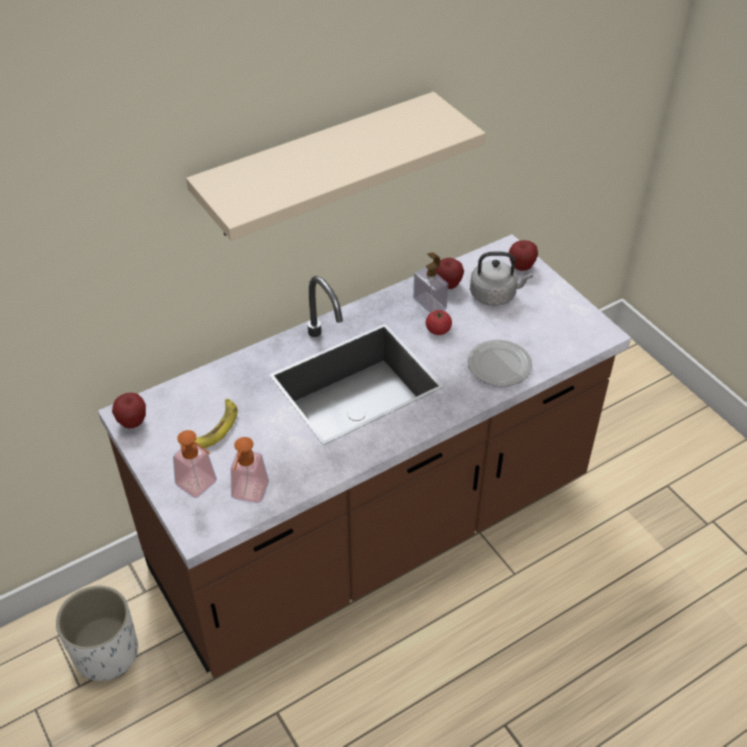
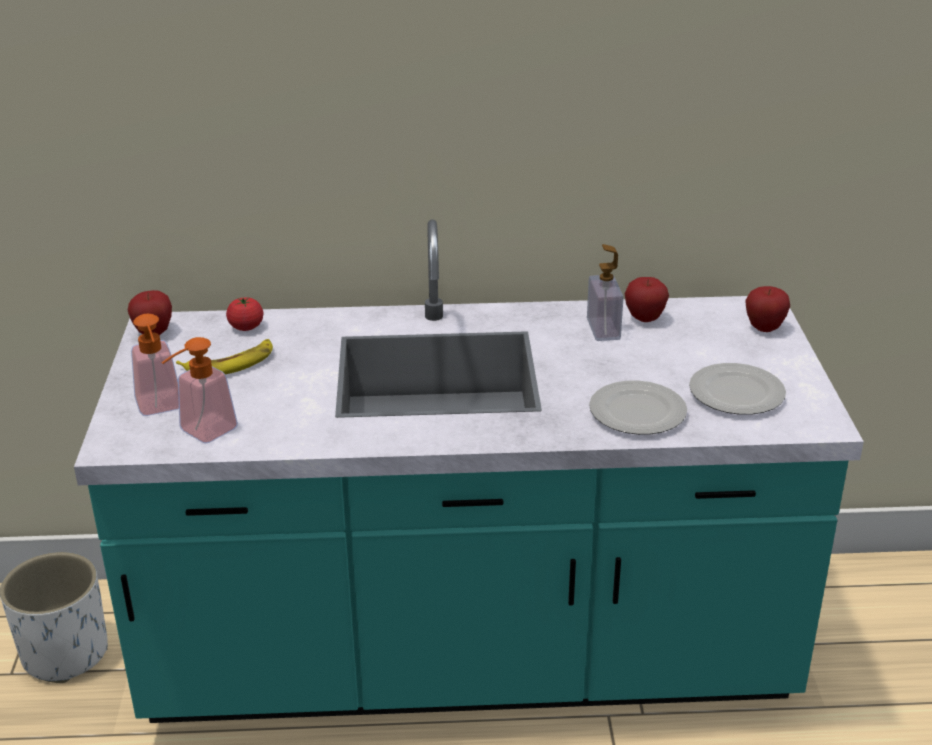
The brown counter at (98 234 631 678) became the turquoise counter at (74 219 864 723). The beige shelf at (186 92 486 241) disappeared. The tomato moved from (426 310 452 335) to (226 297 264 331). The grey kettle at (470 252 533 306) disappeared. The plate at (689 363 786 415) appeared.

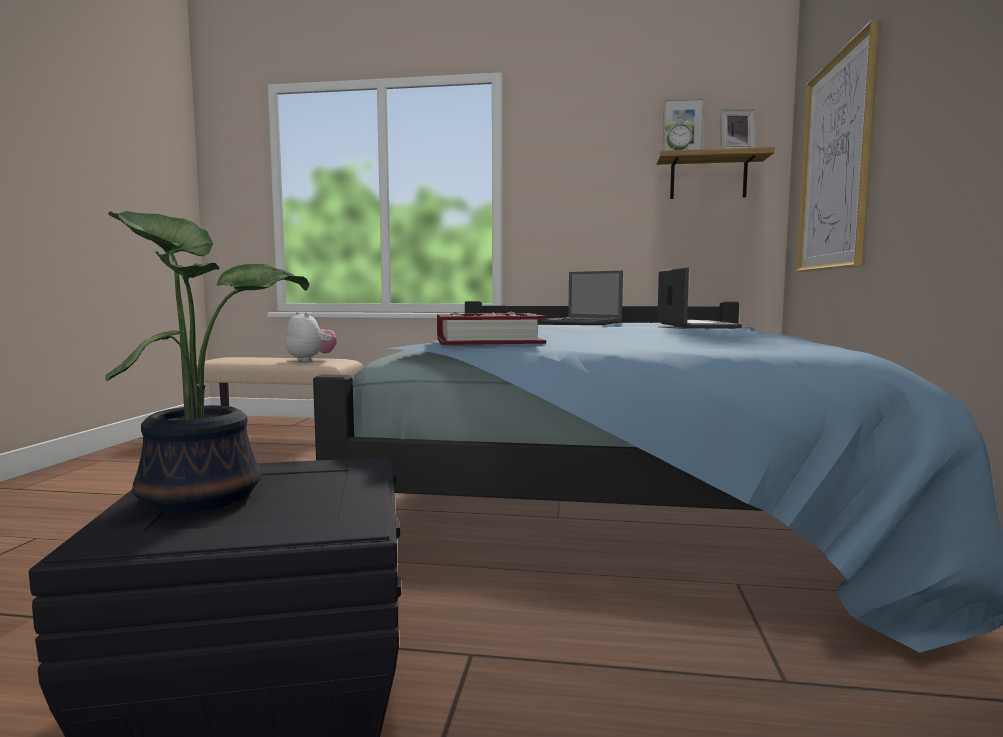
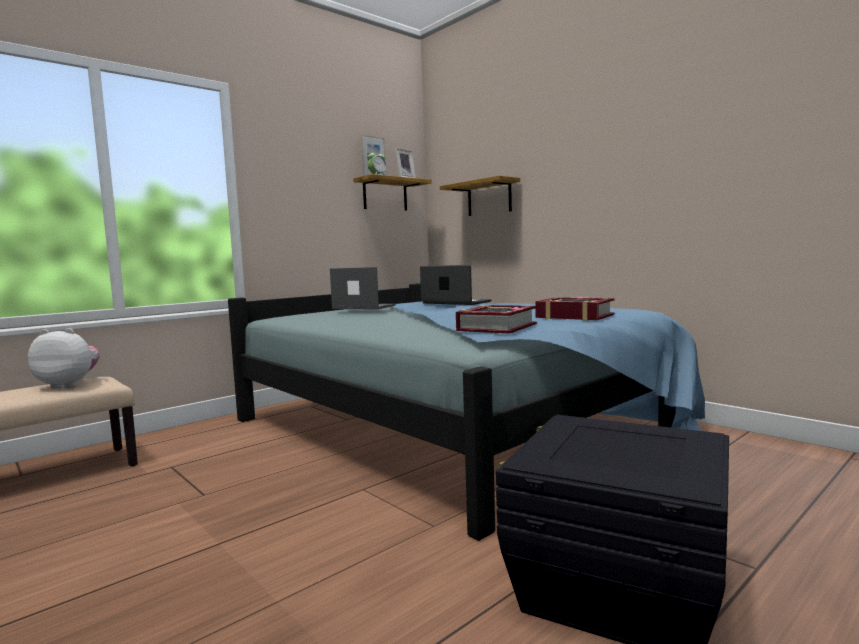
The potted plant at (105 211 310 513) disappeared. The laptop at (541 271 623 324) turned 150 degrees counterclockwise. The picture at (796 20 879 272) was replaced by the shelf at (440 176 520 216). The book at (535 296 614 321) appeared.

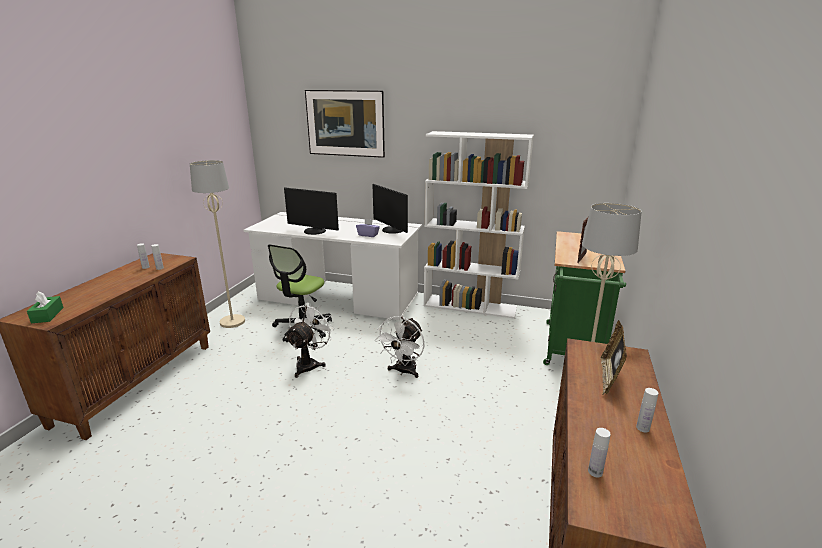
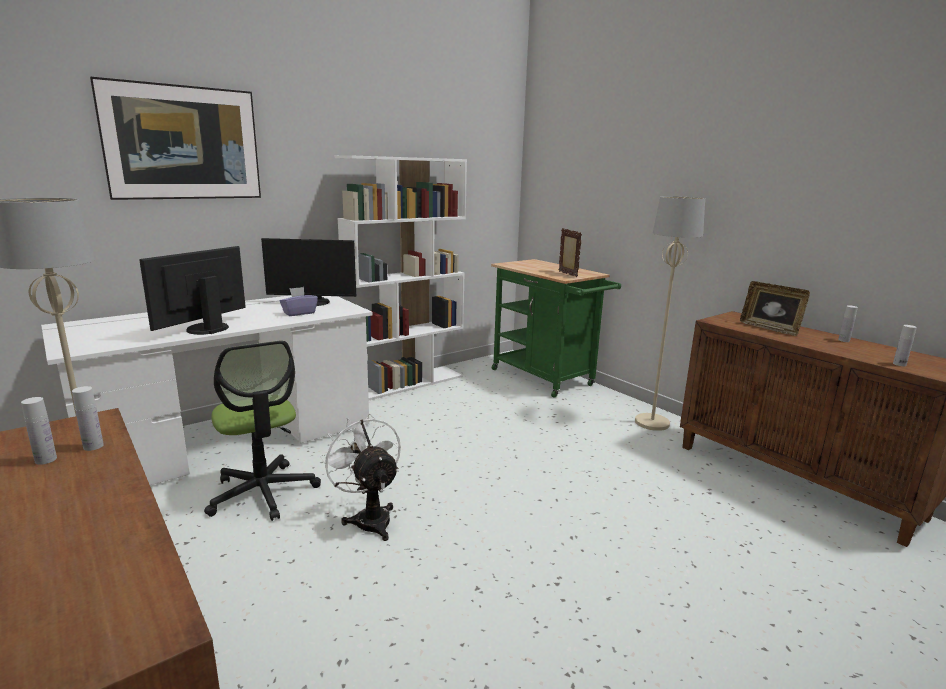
The green tissue box at (27 291 63 323) disappeared. The monitor at (284 187 339 235) turned 150 degrees clockwise. The white fan at (375 316 425 378) disappeared.

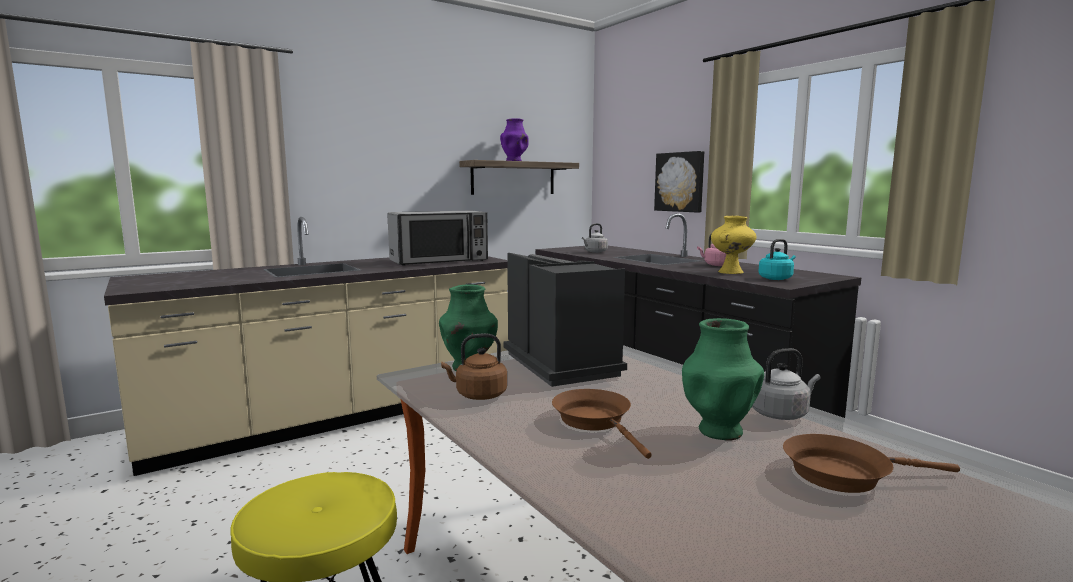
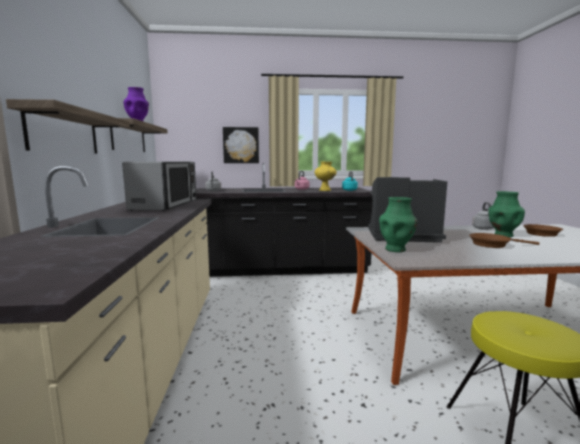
The brown kettle at (441 333 507 400) disappeared. The shelf at (6 99 130 154) appeared.

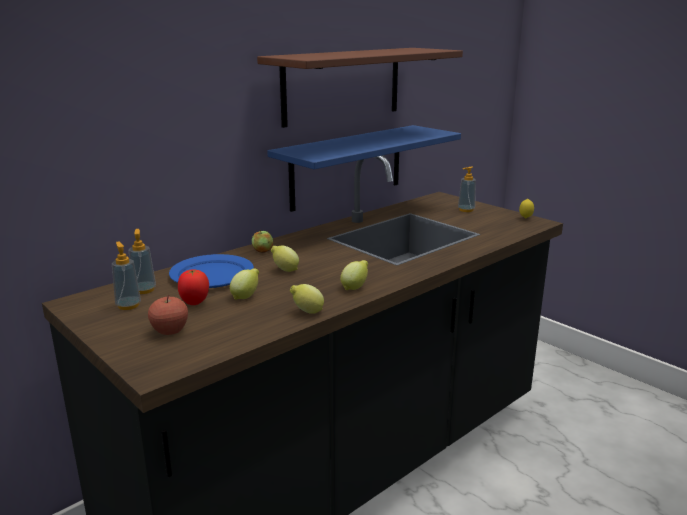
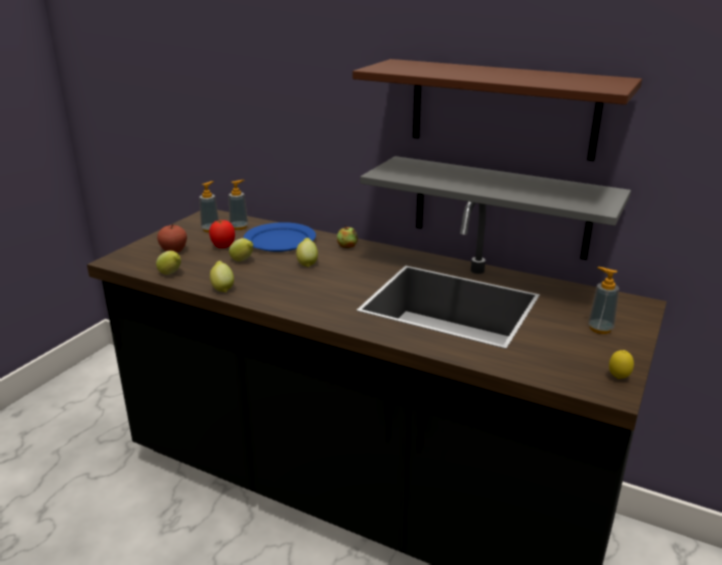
The blue shelf at (267 125 461 212) became the grey shelf at (360 156 631 260). The lemon moved from (340 260 368 290) to (156 251 181 275).

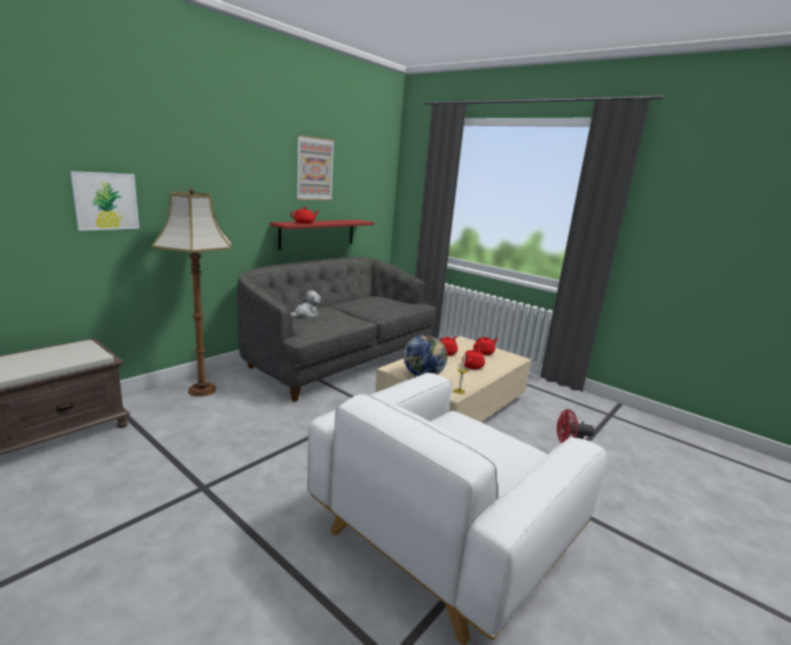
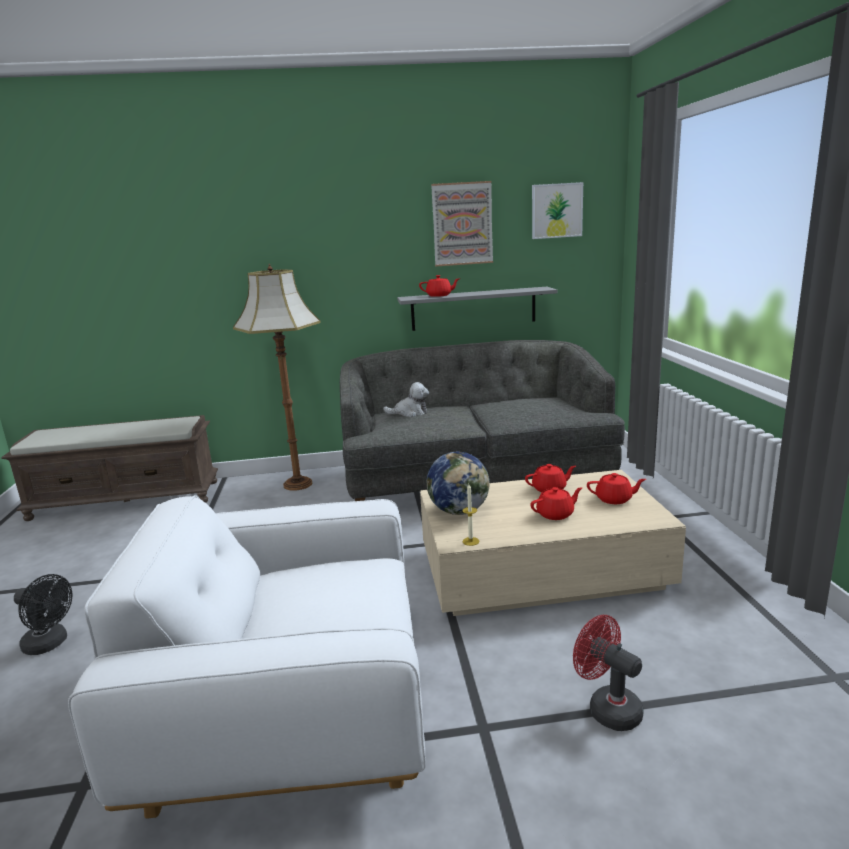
The picture moved from (70 171 139 231) to (532 182 583 239). The red shelf at (270 220 375 250) became the grey shelf at (397 287 557 331). The black fan at (14 574 72 655) appeared.

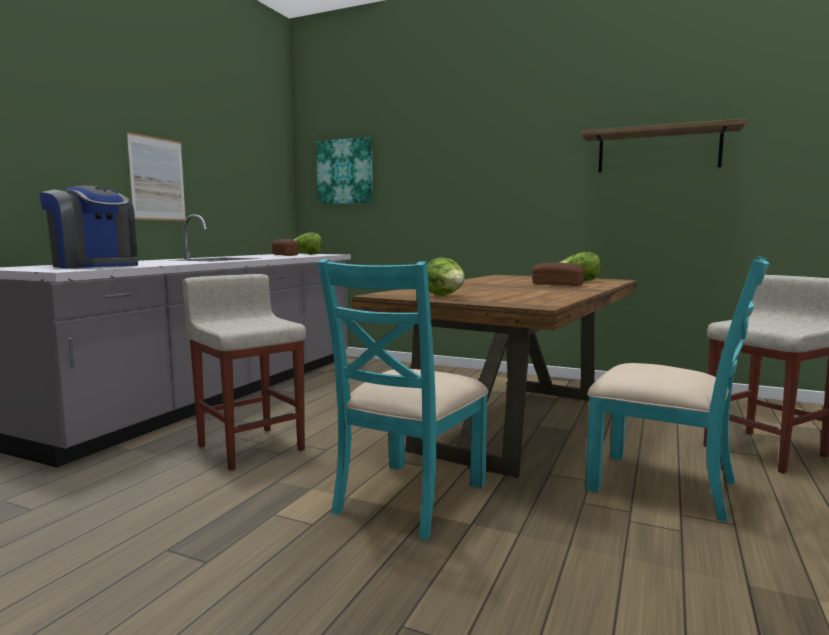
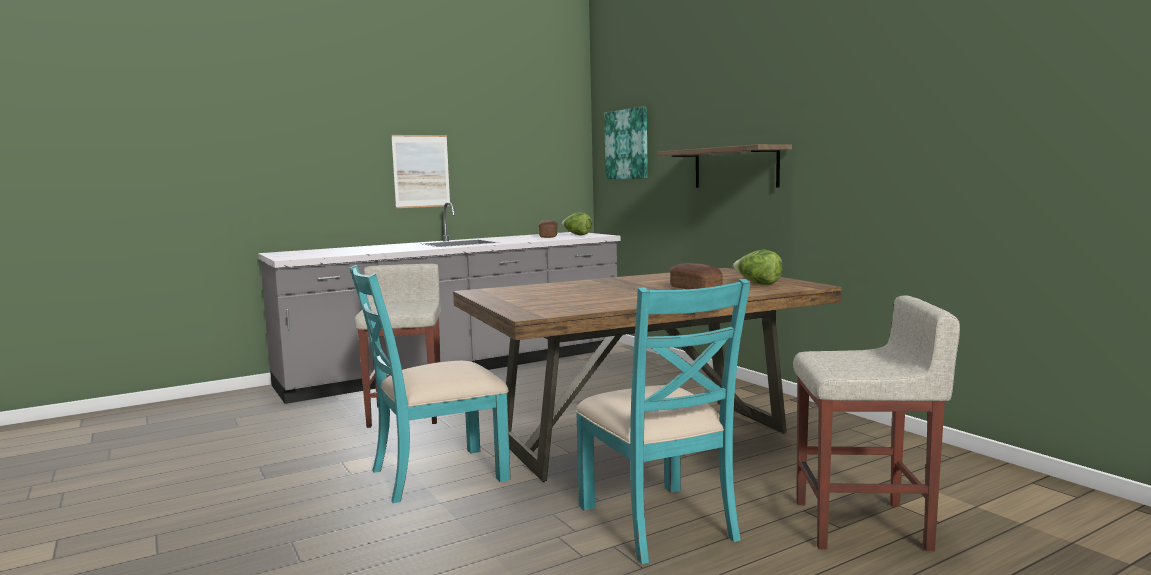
The coffee machine at (39 186 138 269) disappeared. The lettuce at (427 257 465 296) disappeared. The shelf moved from (581 118 746 173) to (657 144 792 188).

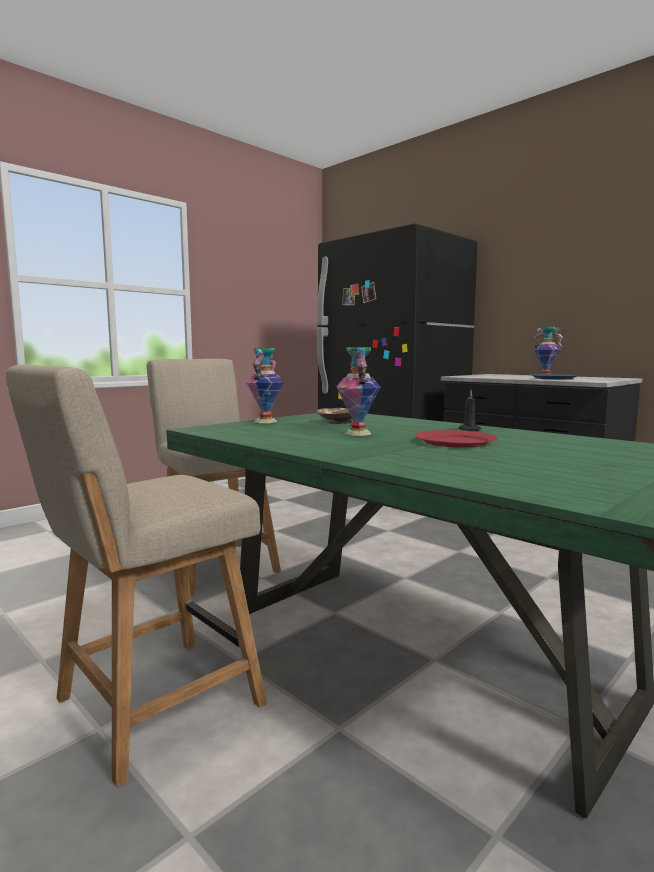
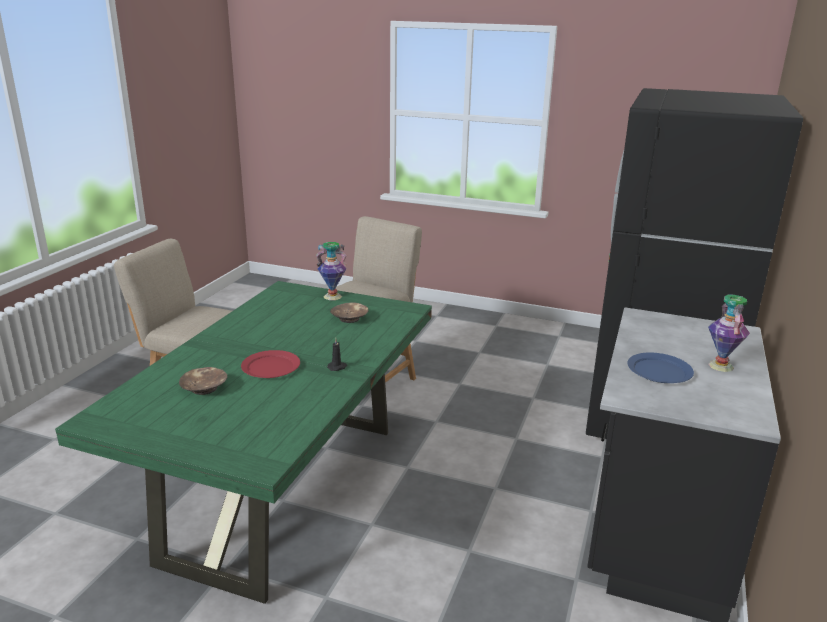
The vase at (336 347 381 436) disappeared. The brown bowl at (179 367 227 395) appeared.

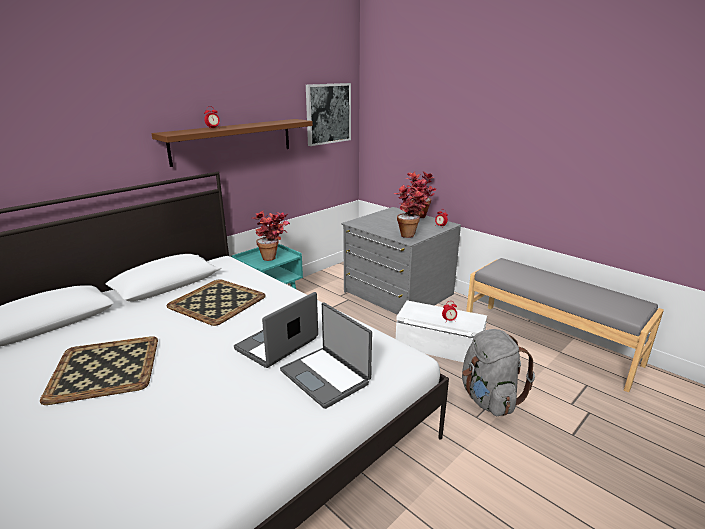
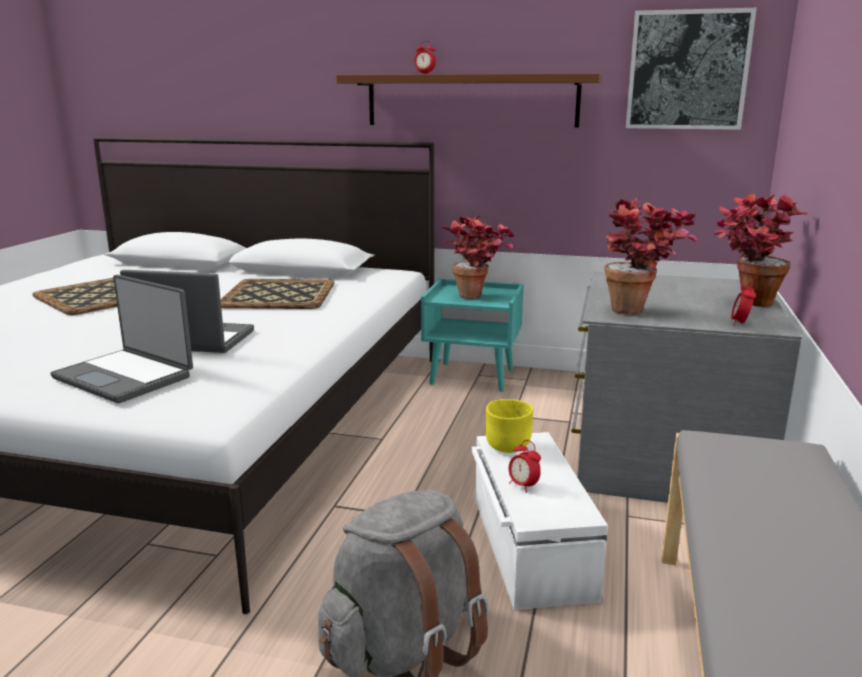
The laptop at (280 302 372 409) turned 75 degrees counterclockwise. The yellow bowl at (486 399 533 453) appeared.

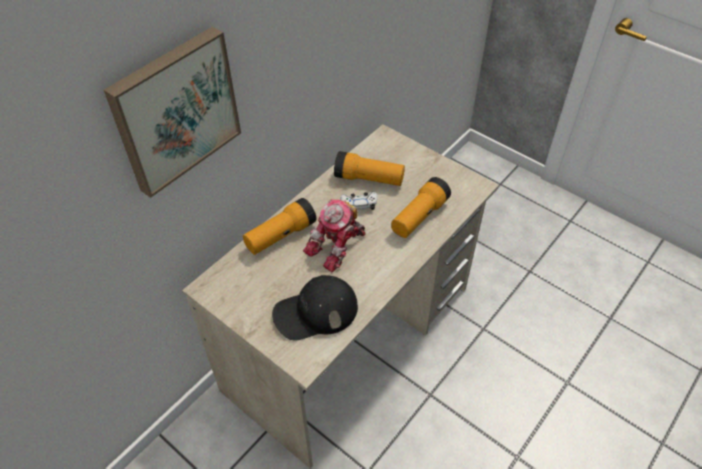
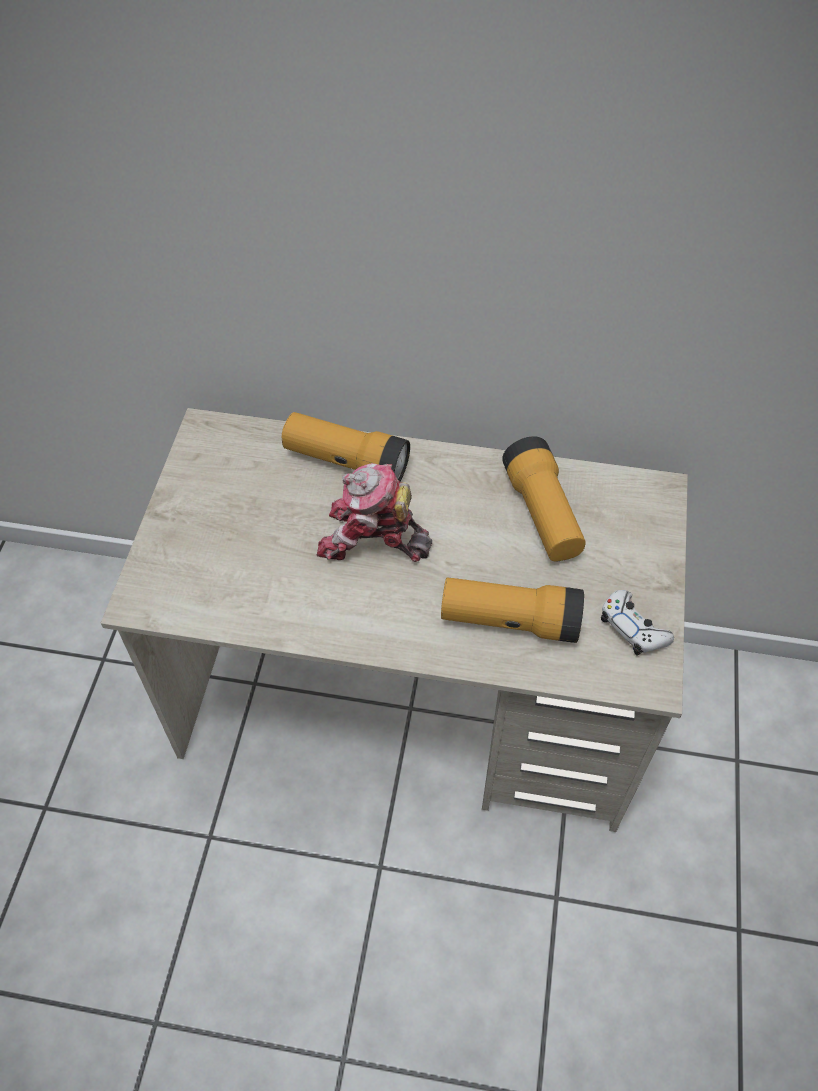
The picture at (104 27 241 198) disappeared. The black cap at (272 275 358 341) disappeared. The white game controller moved from (340 192 378 210) to (601 590 674 656).

